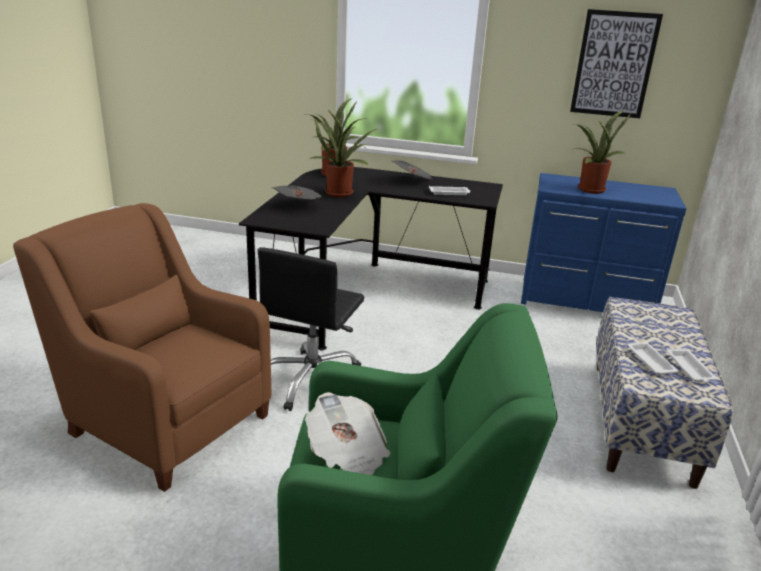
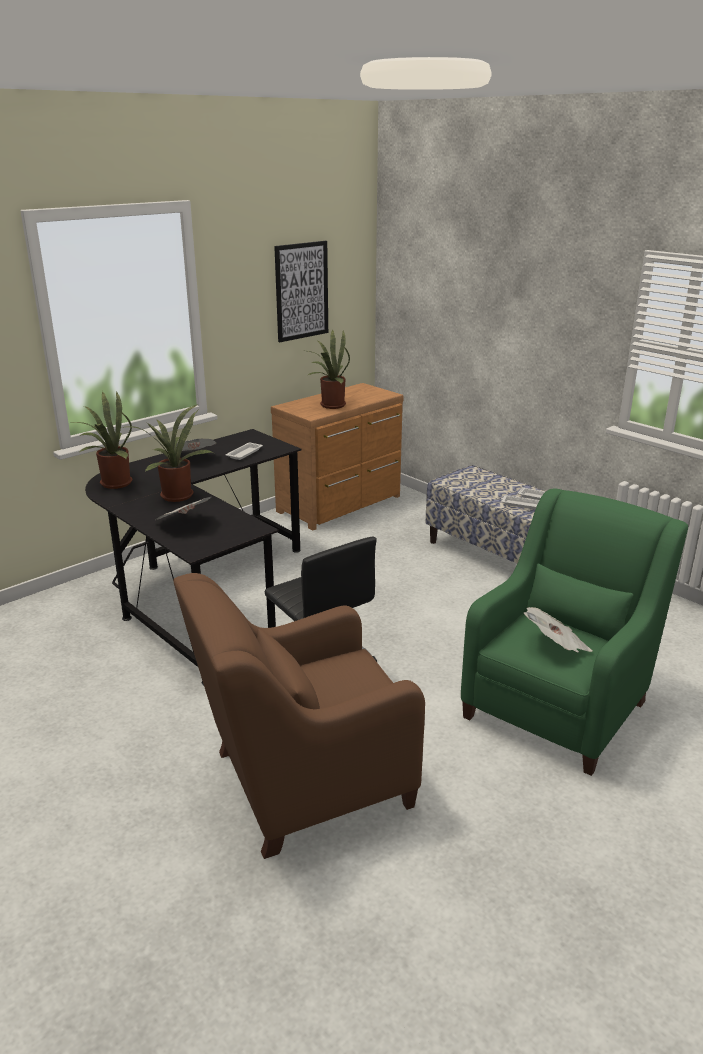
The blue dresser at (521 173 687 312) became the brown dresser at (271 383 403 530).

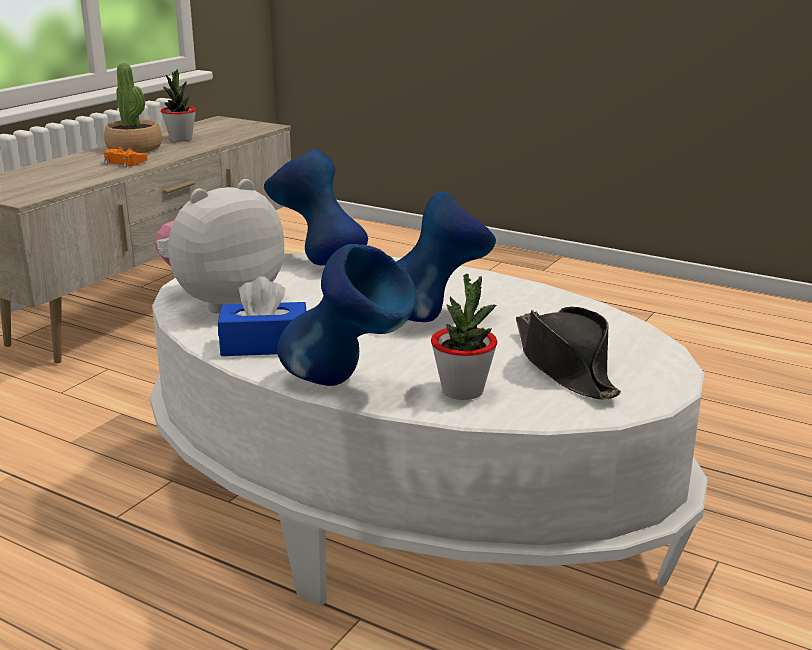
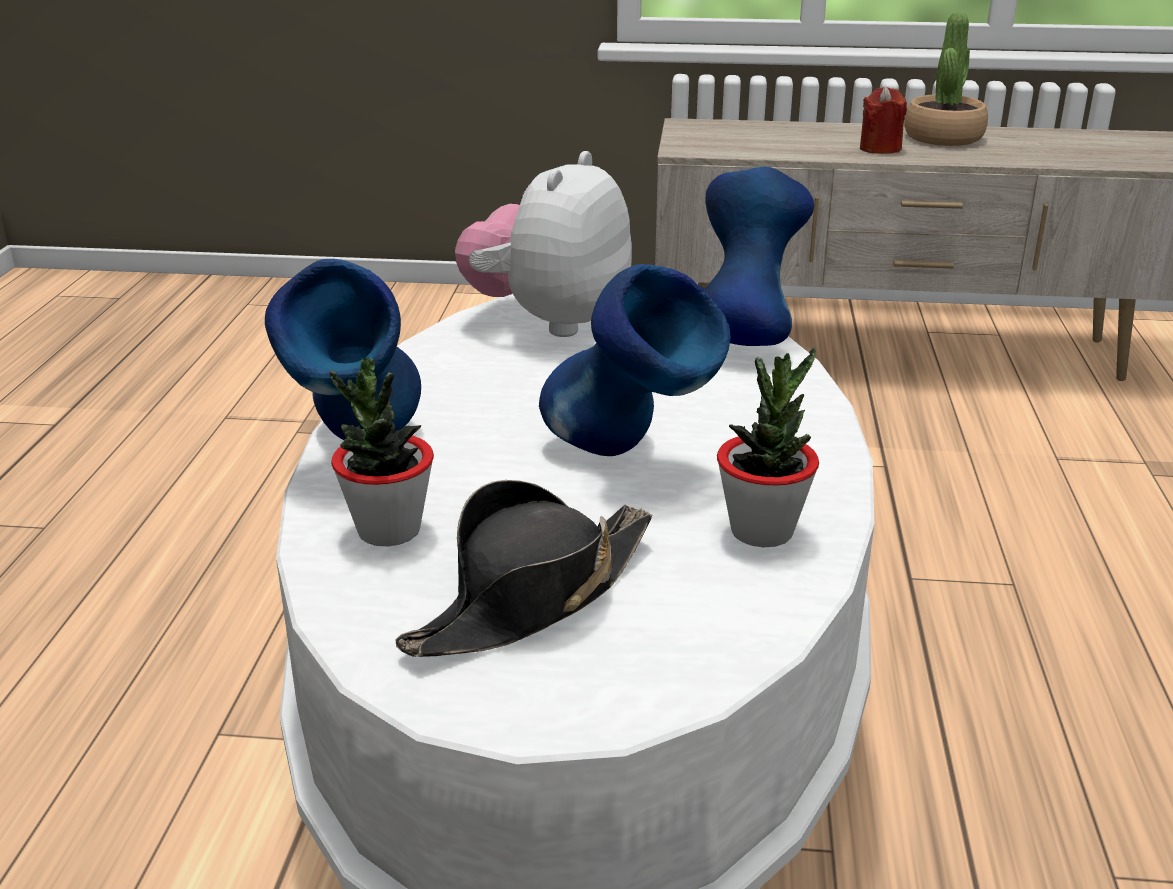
The orange game controller at (104 147 147 167) was replaced by the red candle at (860 86 907 154). The plush toy at (155 179 284 314) turned 90 degrees counterclockwise. The potted plant moved from (161 69 196 142) to (717 348 819 548). The blue tissue box at (218 276 306 356) disappeared.

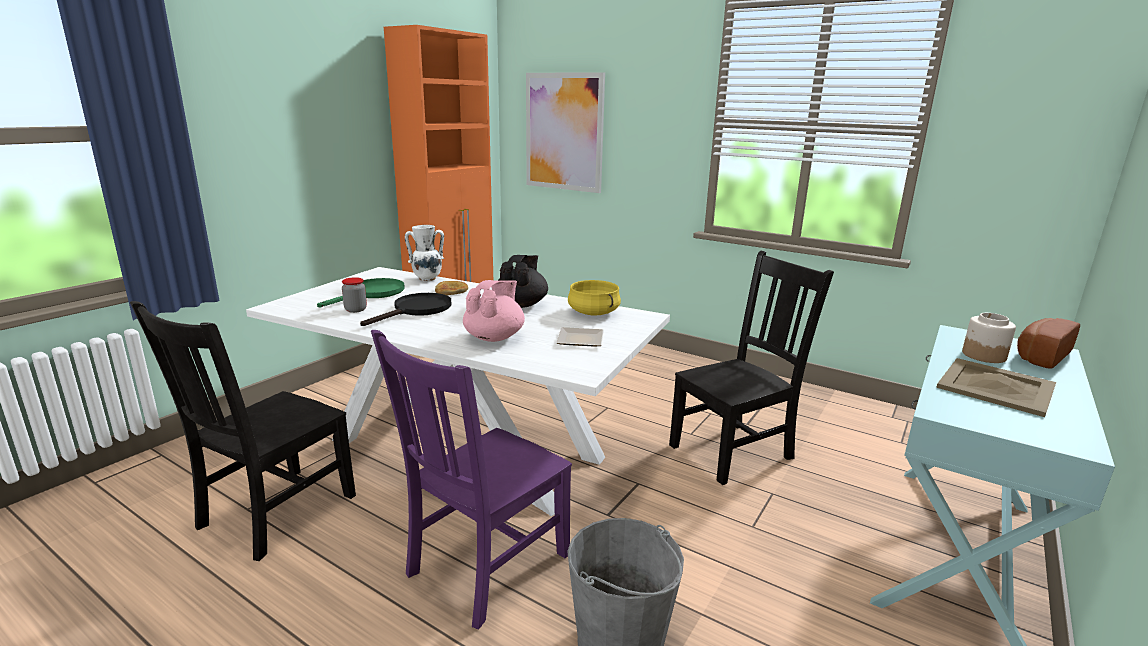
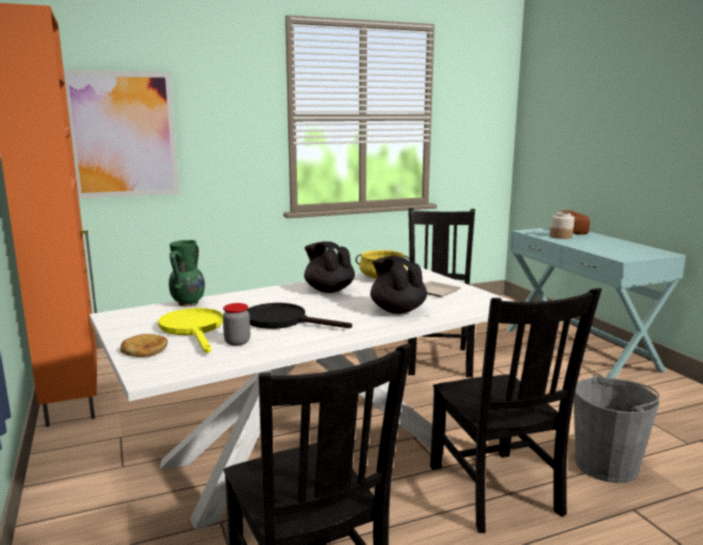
The green frying pan at (317 278 405 307) became the yellow frying pan at (158 308 223 353). The black frying pan at (360 293 452 326) turned 45 degrees counterclockwise. The purple chair at (371 330 572 630) became the black chair at (430 288 602 533). The white vase at (405 225 444 281) became the green vase at (169 240 205 306). The bread moved from (435 281 468 295) to (120 334 168 357). The pink teapot at (463 280 525 342) became the black teapot at (370 256 427 314). The beige tray at (936 358 1056 417) disappeared.

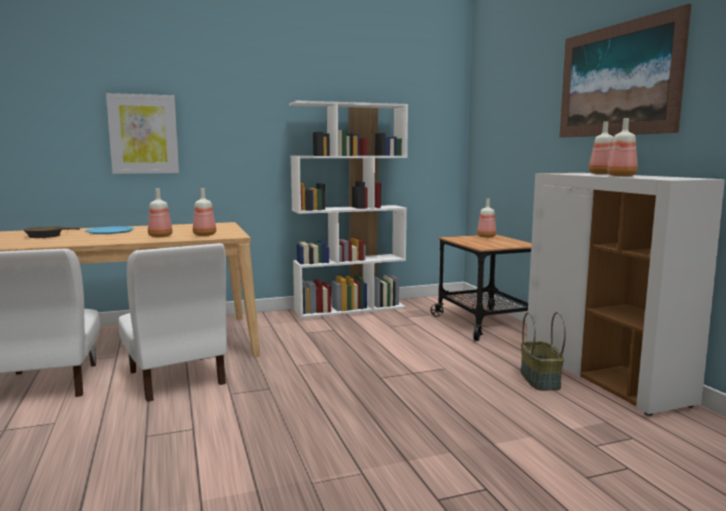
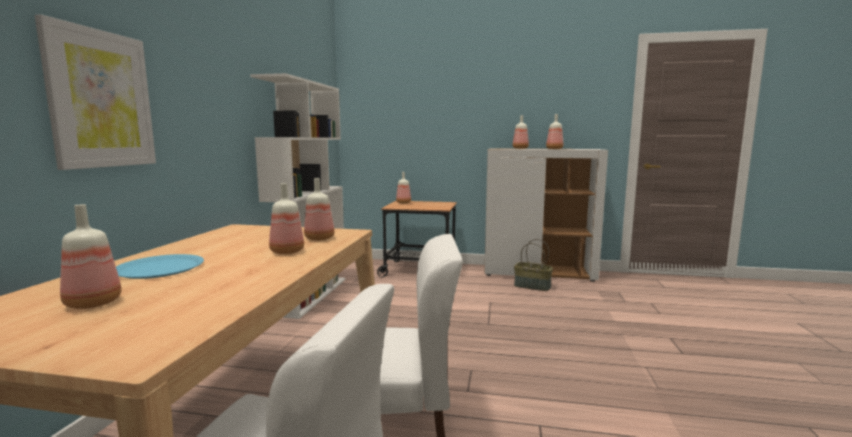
The brown frying pan at (23 226 80 238) was replaced by the bottle at (60 204 122 309). The picture at (559 4 691 138) disappeared.

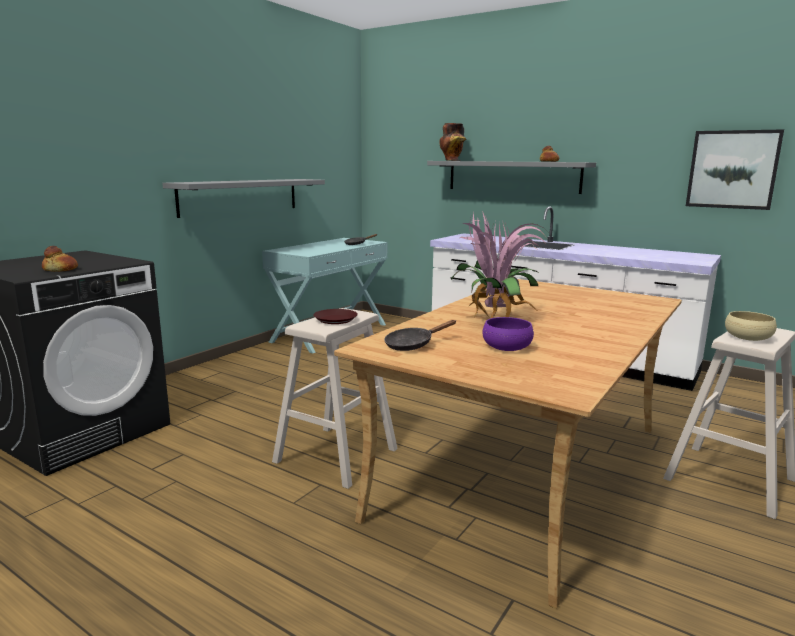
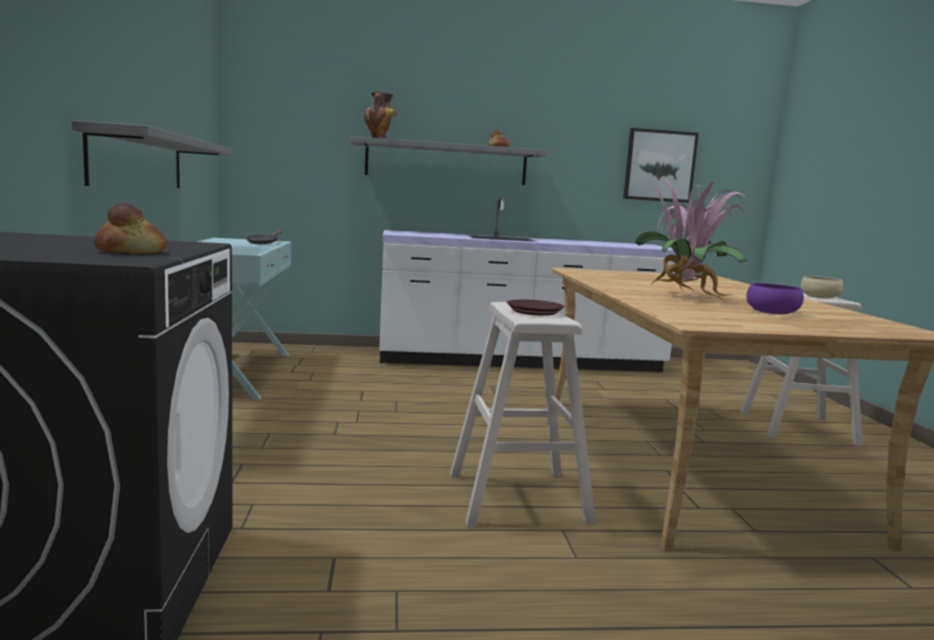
The black frying pan at (384 320 456 351) disappeared.

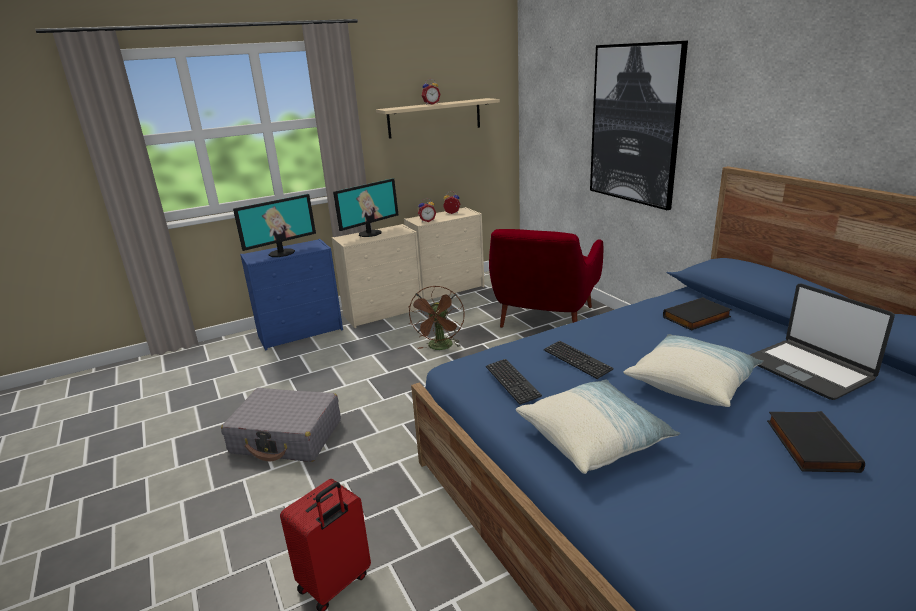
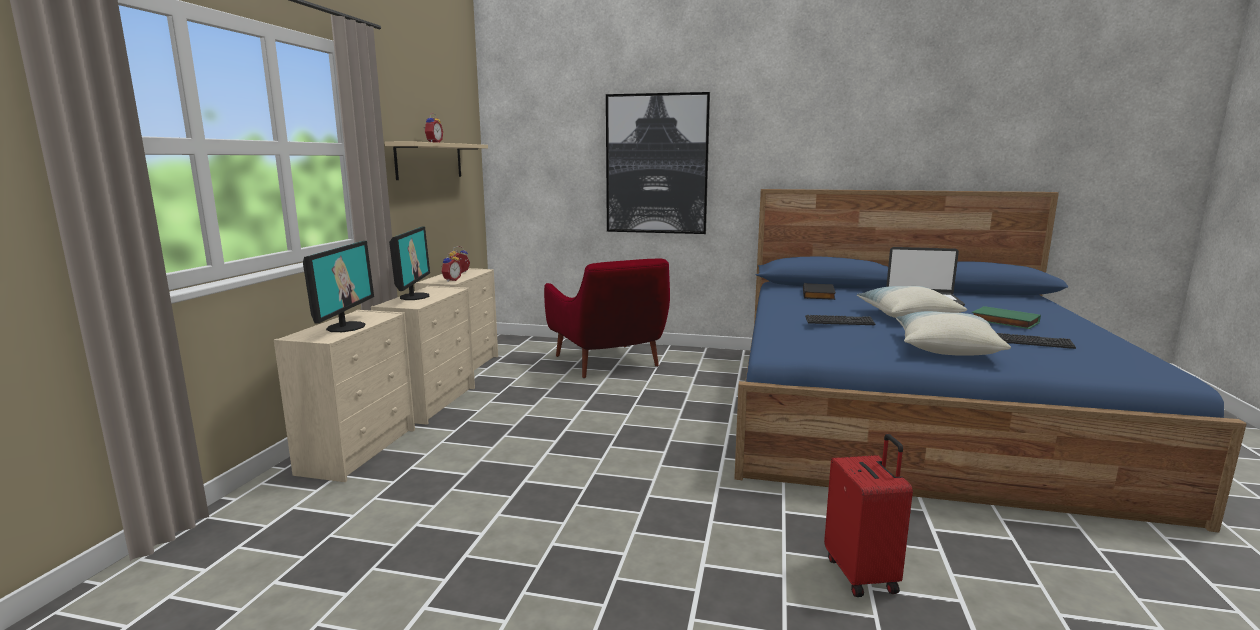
The grey suitcase at (221 388 341 462) disappeared. The blue dresser at (240 239 343 350) became the beige dresser at (274 310 415 482). The brown fan at (409 285 465 350) disappeared. The keyboard moved from (486 359 542 405) to (997 333 1076 349). The black book at (767 411 865 473) became the green book at (972 306 1041 329).

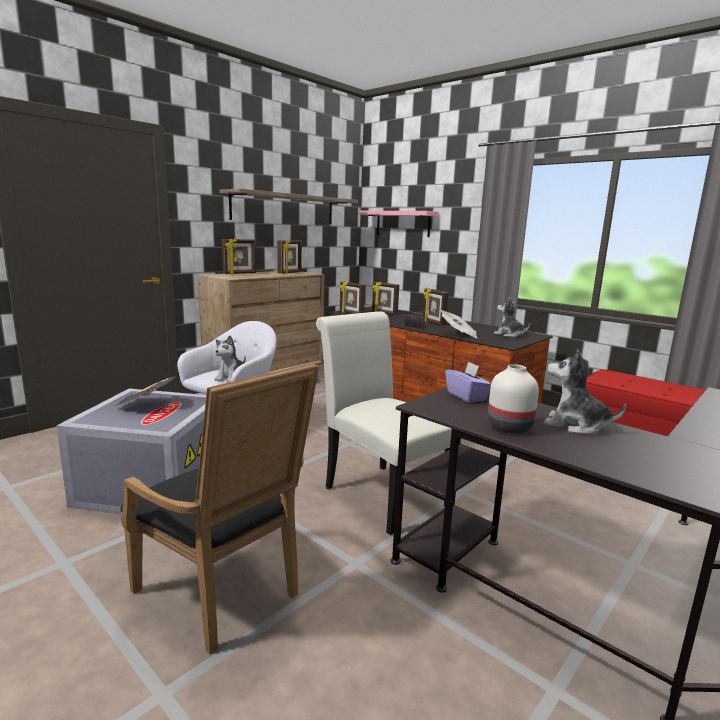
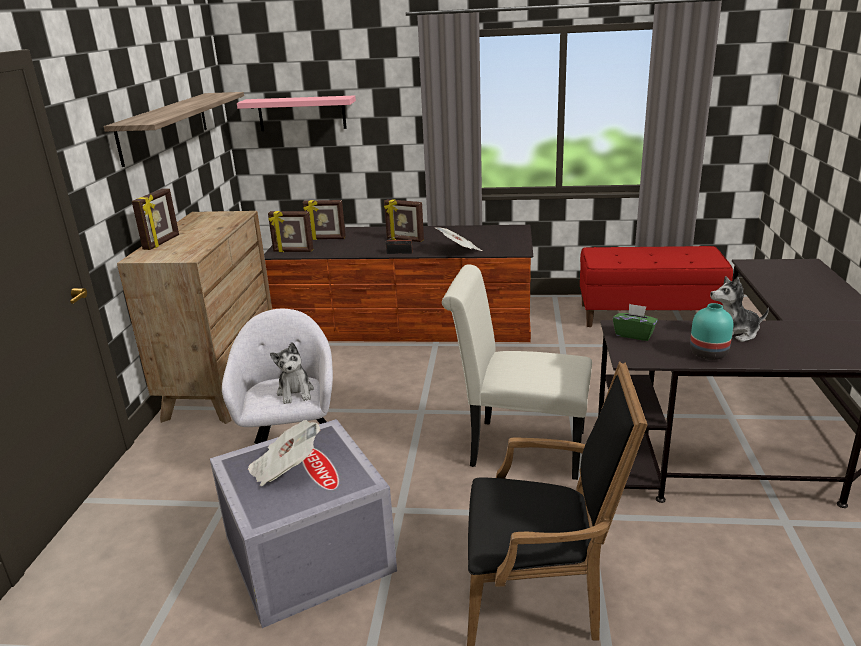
The picture frame at (277 239 302 274) disappeared. The purple tissue box at (445 362 491 403) became the green tissue box at (613 304 658 341). The white vase at (488 364 539 434) became the turquoise vase at (690 303 733 360). The plush toy at (494 297 530 337) disappeared.

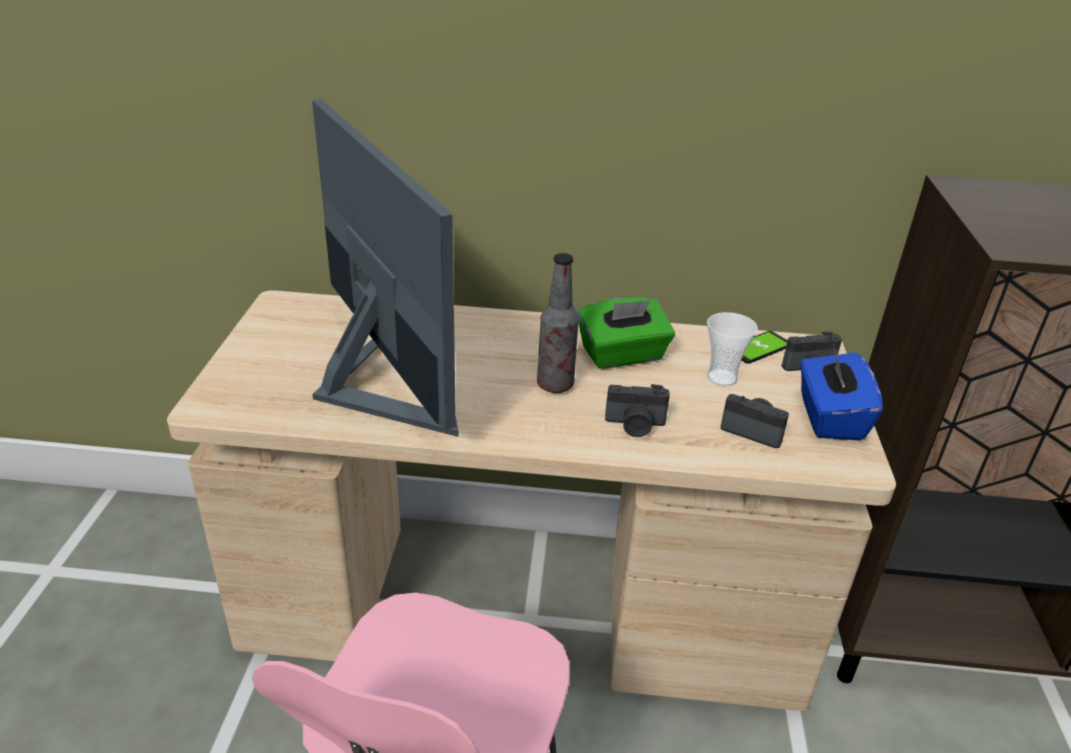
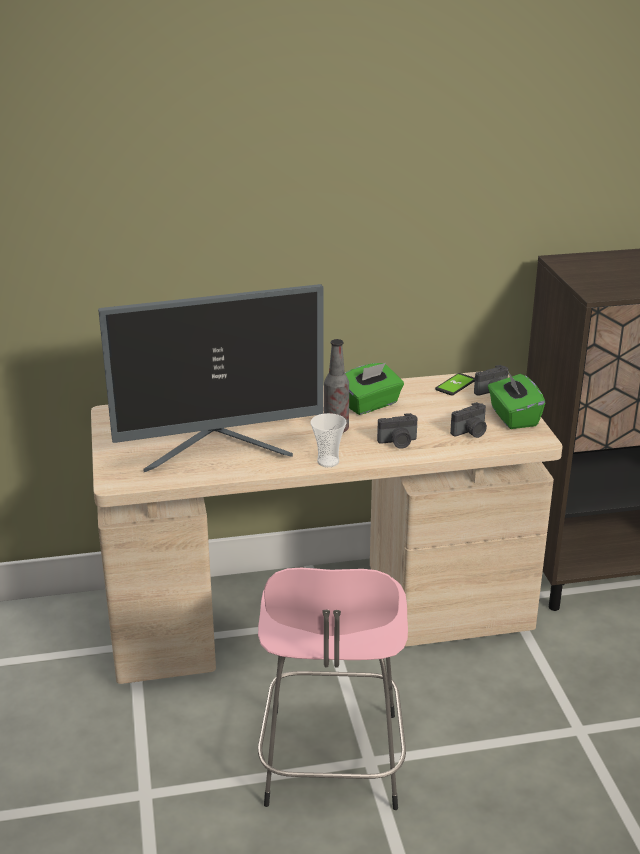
The monitor at (312 100 459 437) turned 120 degrees clockwise. The cup moved from (707 312 758 386) to (310 413 347 467). The photo camera at (721 394 789 448) turned 135 degrees clockwise. The blue tissue box at (800 347 883 441) became the green tissue box at (488 371 545 429).

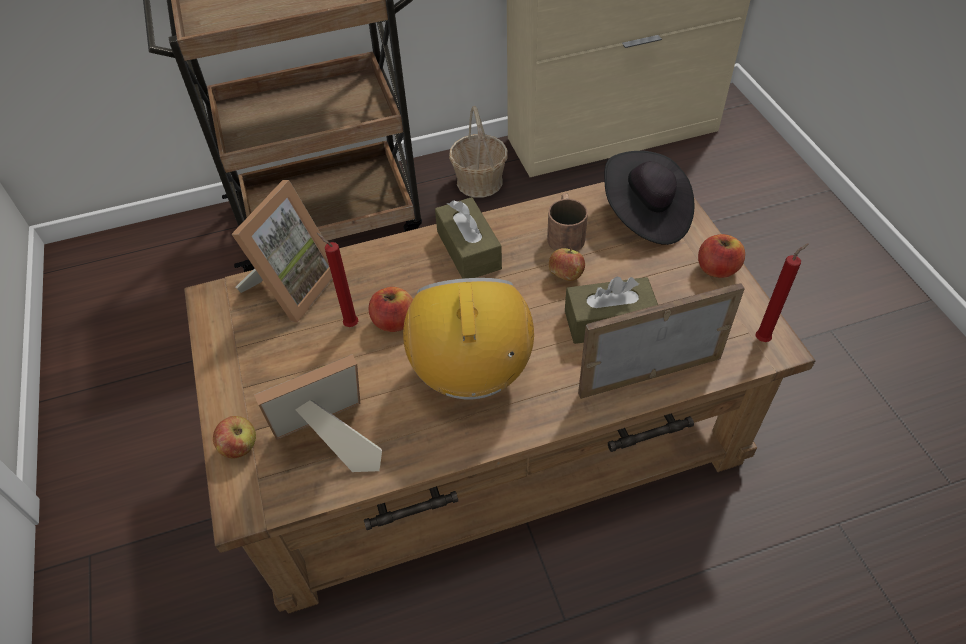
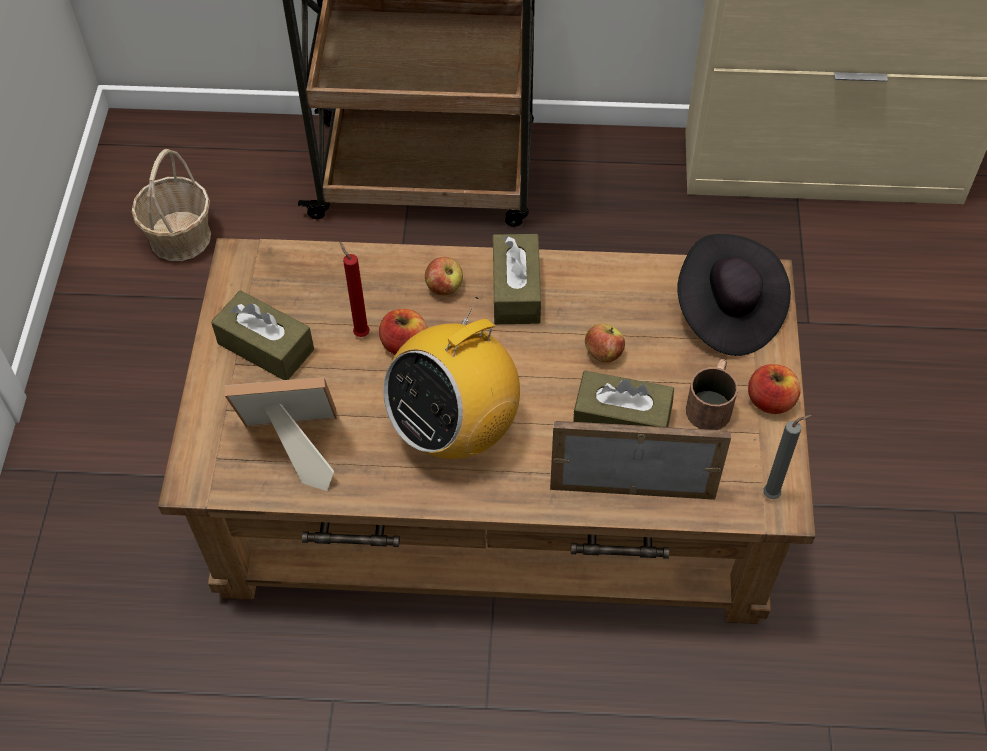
The apple moved from (213 416 256 459) to (425 257 463 295). The picture frame at (232 180 333 323) disappeared. The radio at (403 278 534 399) turned 150 degrees counterclockwise. The basket moved from (449 106 508 198) to (132 149 211 261). The brown mug moved from (547 193 588 251) to (686 359 738 430). The red candle at (756 243 809 342) became the grey candle at (763 415 812 499). The brown tissue box at (211 290 314 380) appeared.

